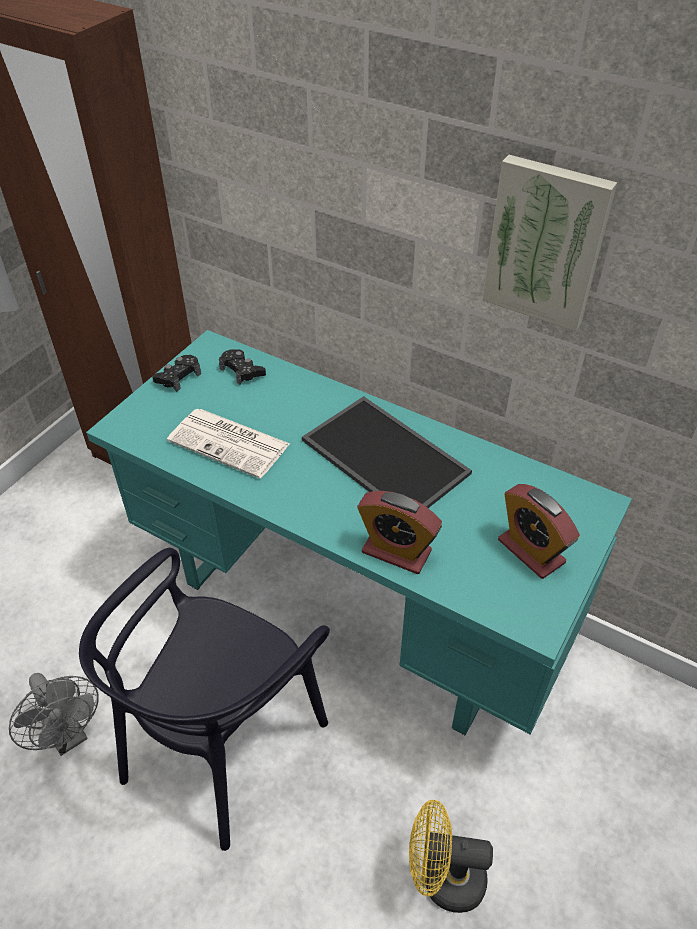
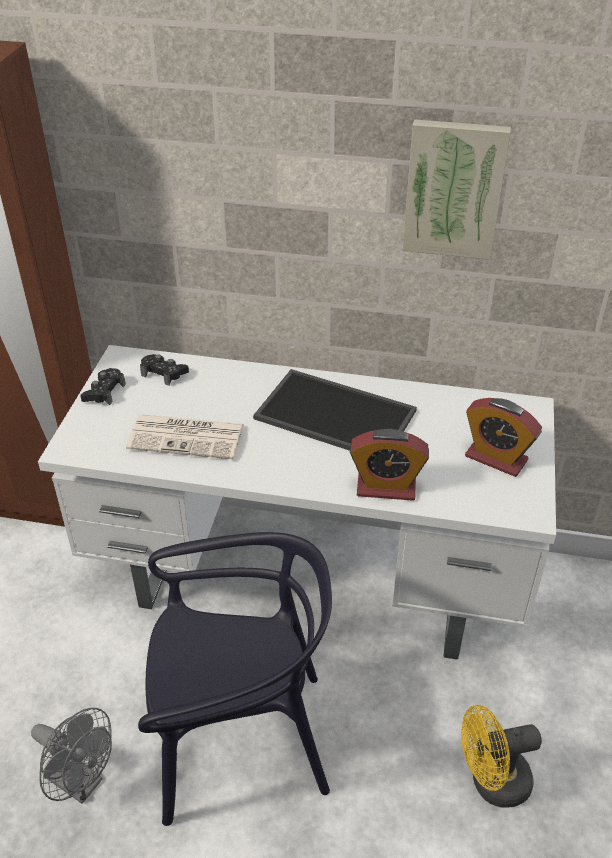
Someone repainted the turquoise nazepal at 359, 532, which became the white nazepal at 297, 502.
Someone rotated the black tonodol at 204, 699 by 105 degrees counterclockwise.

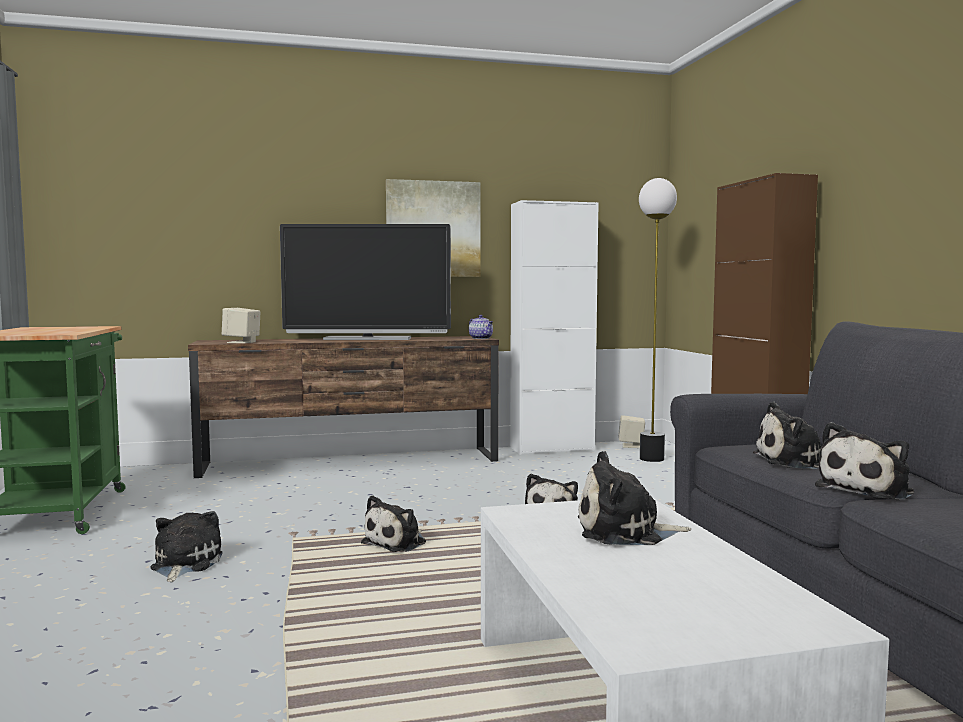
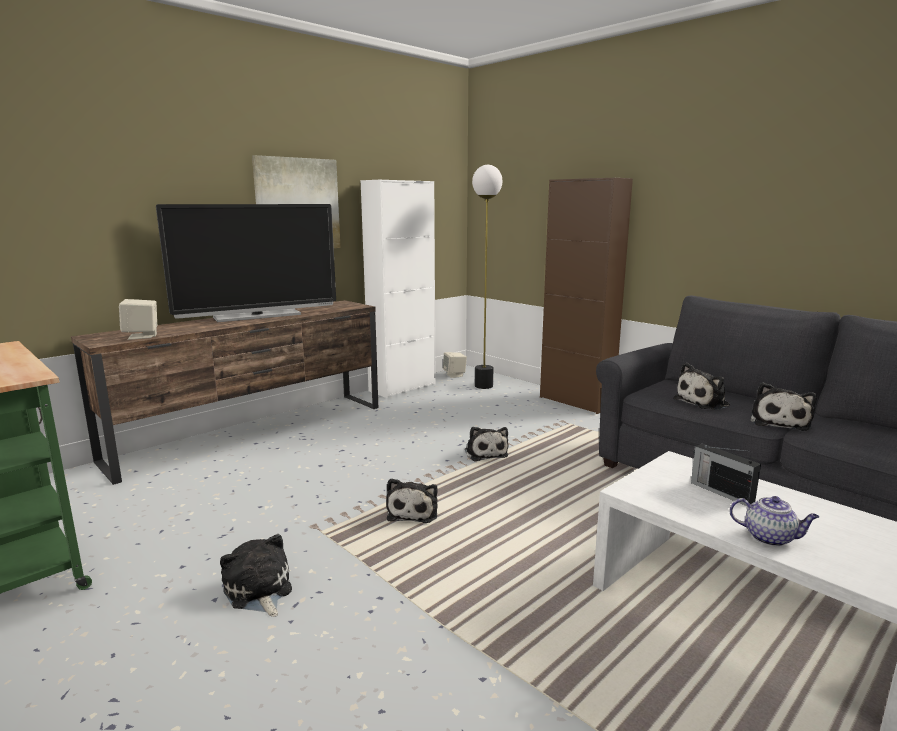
Someone carried the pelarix from 481, 327 to 774, 521.
Someone swapped the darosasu at 634, 498 for the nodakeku at 726, 474.

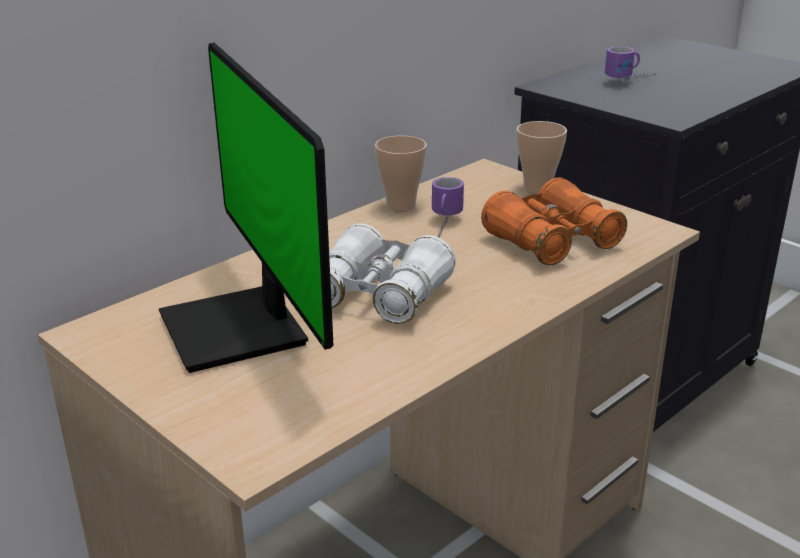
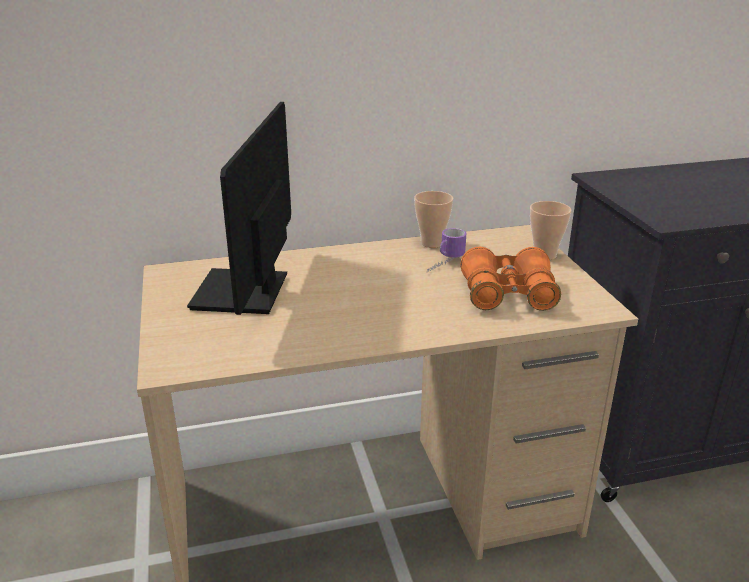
Someone took away the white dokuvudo at 392, 273.
Someone took away the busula at 630, 63.

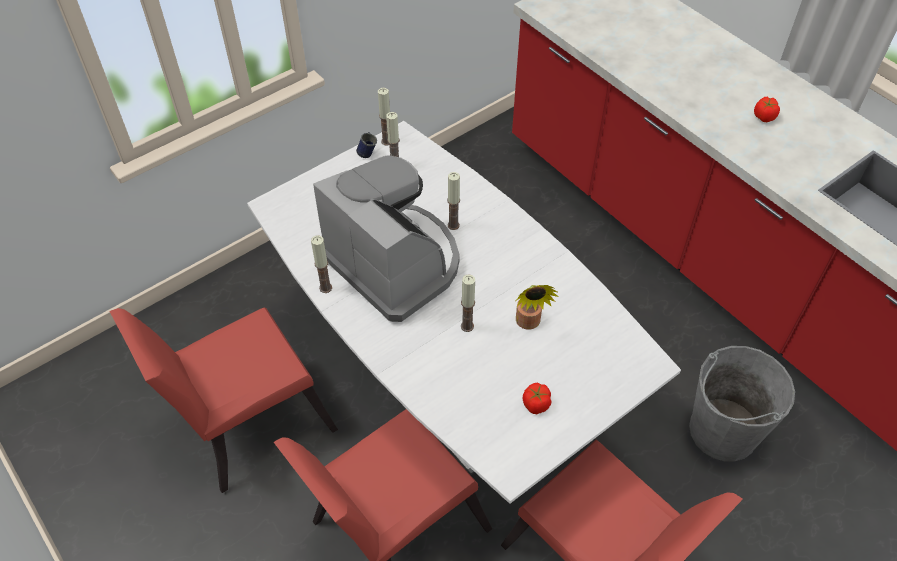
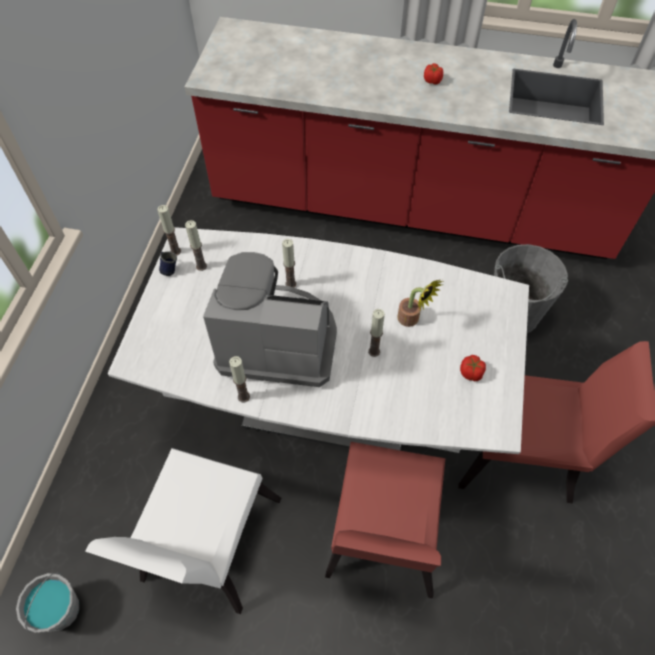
Someone put down the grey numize at 47, 602.
Someone repainted the red tonodol at 223, 400, which became the white tonodol at 183, 531.

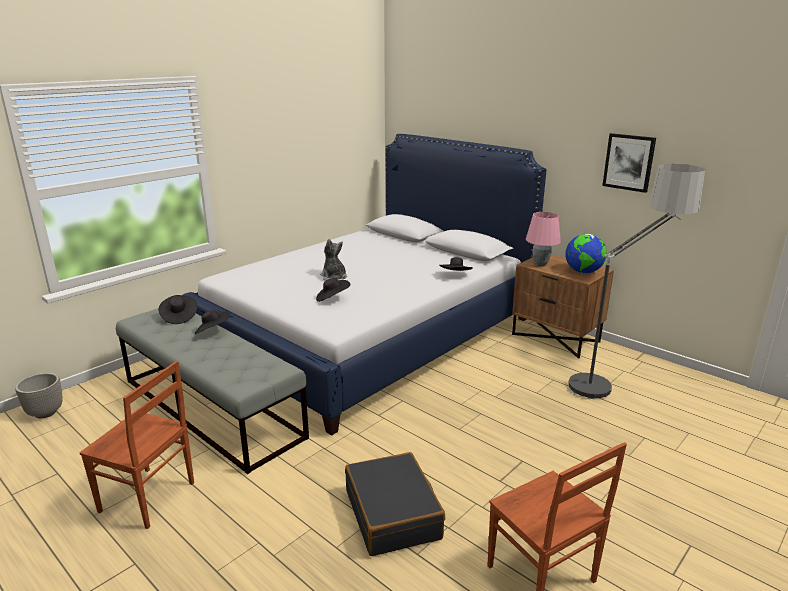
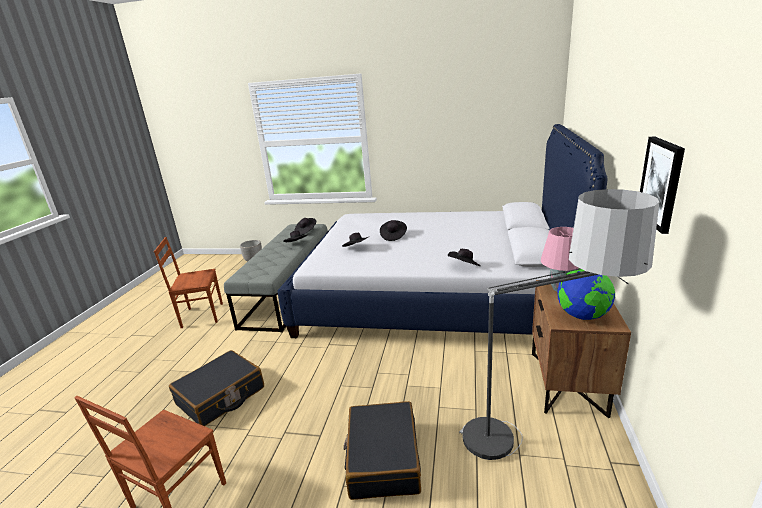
Someone put down the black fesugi at 382, 450.
Someone swapped the darosasu at 333, 260 for the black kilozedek at 393, 230.
Someone rotated the brown tonodol at 137, 445 by 90 degrees clockwise.

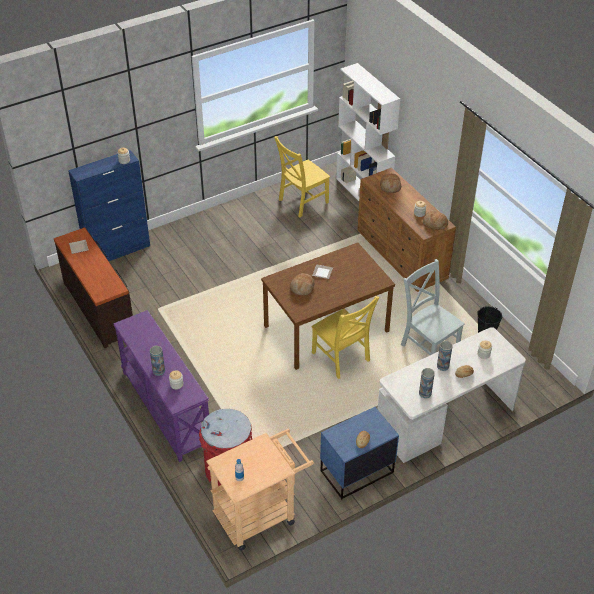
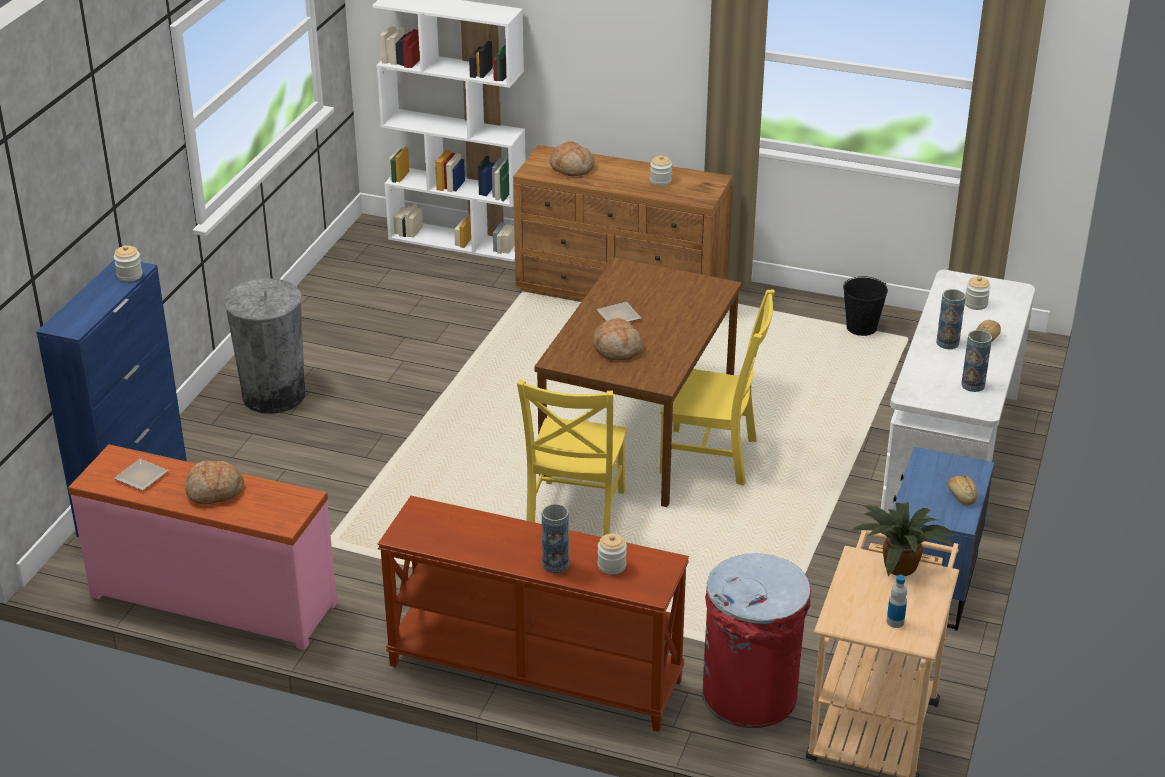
Someone took away the grey tonodol at 432, 307.
Someone put down the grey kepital at 264, 346.
Someone put down the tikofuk at 902, 538.
Someone carried the yellow tonodol from 302, 176 to 572, 458.
Someone carried the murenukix from 435, 220 to 214, 482.
Someone repainted the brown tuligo at 93, 287, which became the pink tuligo at 202, 547.
Someone repainted the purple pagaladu at 161, 386, which became the brown pagaladu at 533, 614.

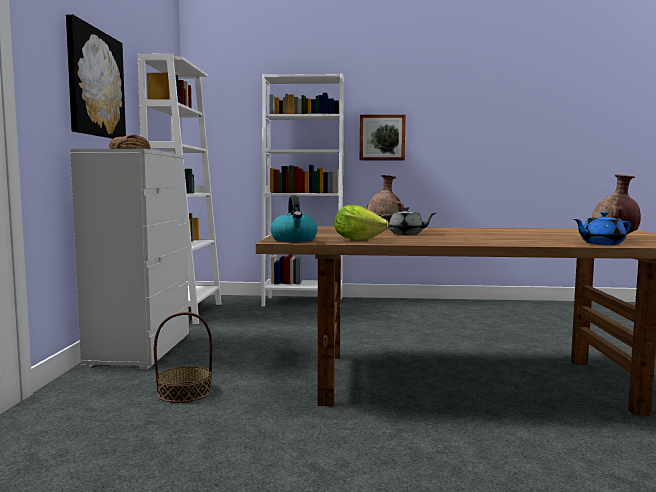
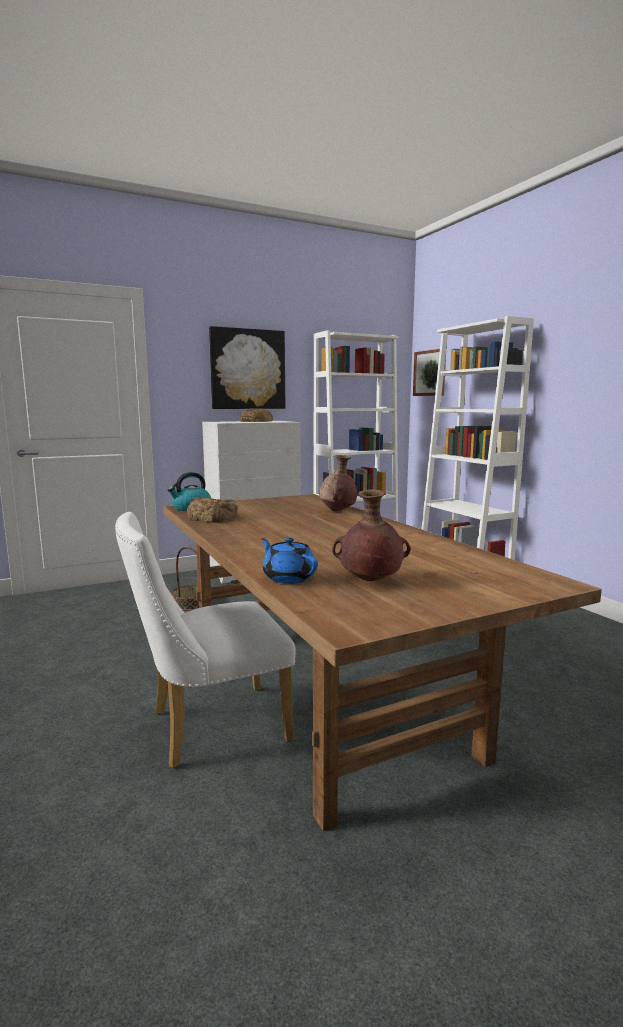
Someone took away the grey pelarix at 408, 221.
Someone put down the white tonodol at 205, 640.
Someone carried the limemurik from 383, 137 to 429, 372.
Someone swapped the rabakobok at 361, 223 for the murenukix at 212, 510.

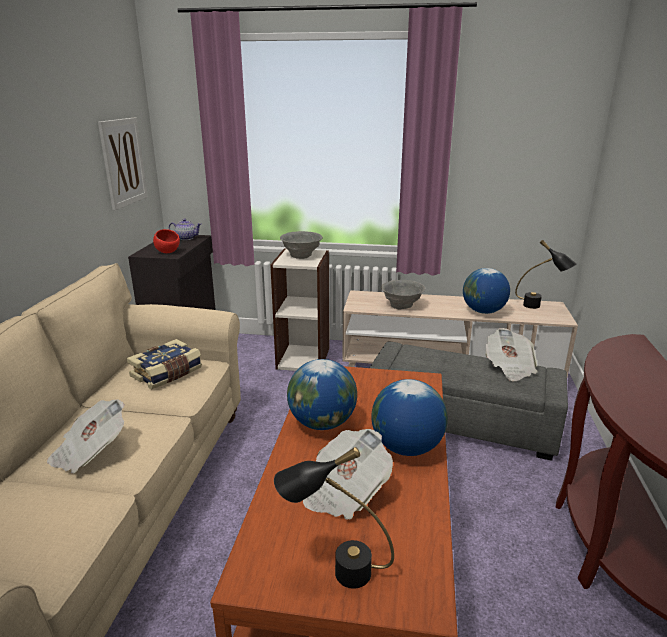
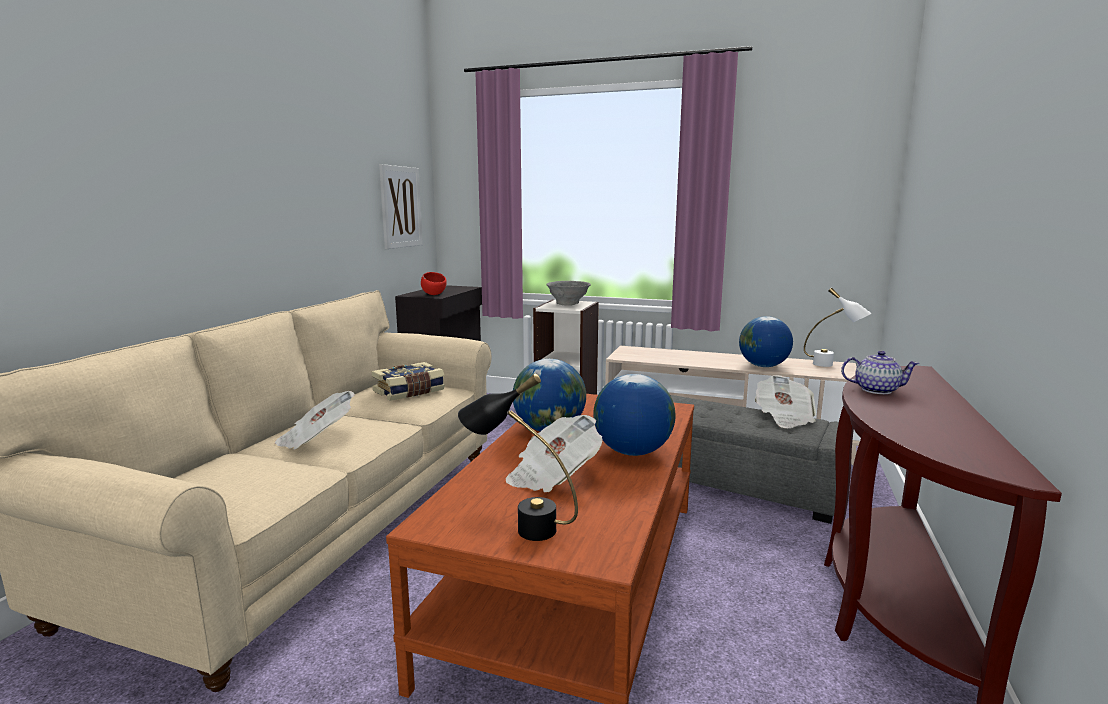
Someone took away the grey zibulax at 403, 294.
Someone carried the pelarix from 185, 229 to 880, 372.
Someone repainted the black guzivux at 545, 274, which became the white guzivux at 838, 327.

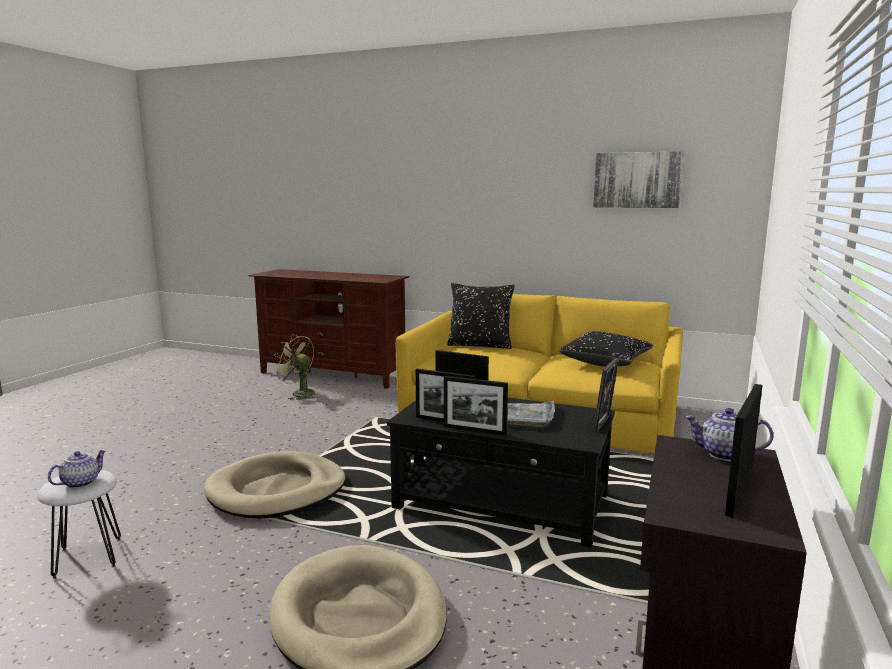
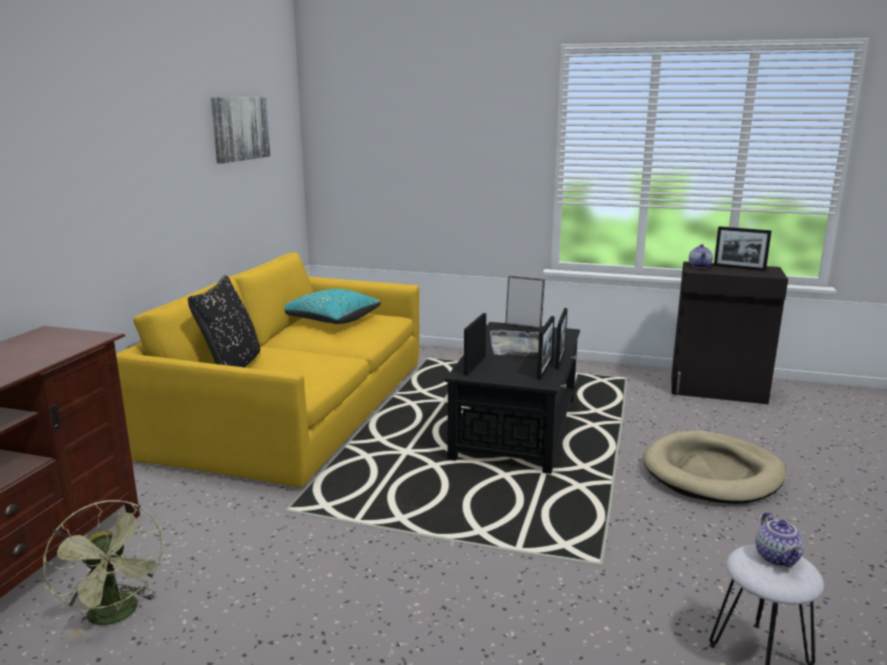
Someone took away the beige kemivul at 275, 485.
Someone repainted the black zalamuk at 606, 349, which became the turquoise zalamuk at 332, 306.
Someone rotated the pelarix at 77, 469 by 120 degrees counterclockwise.
Someone rotated the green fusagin at 294, 367 by 60 degrees counterclockwise.

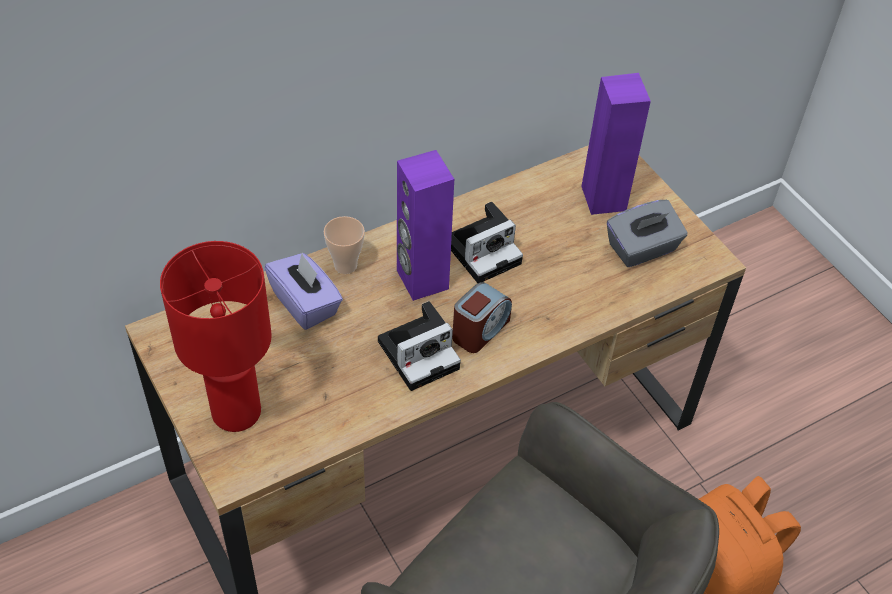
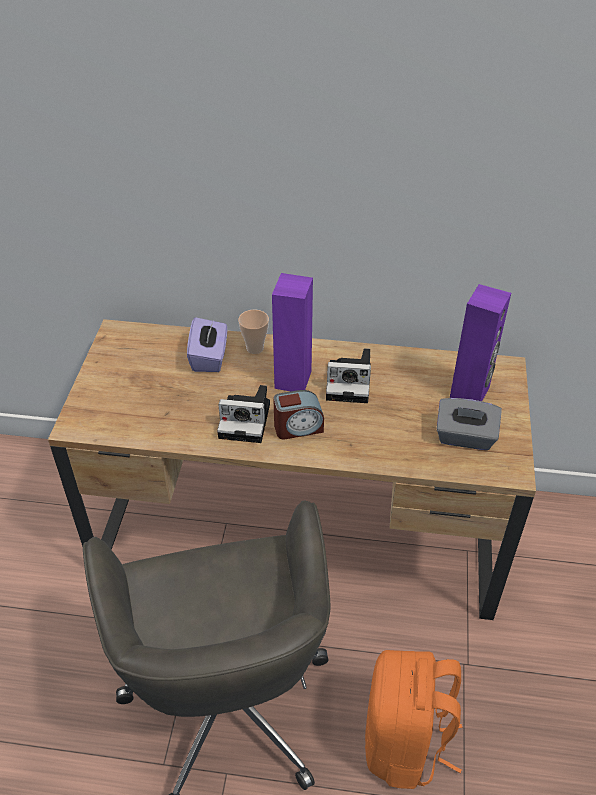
Someone took away the red guzivux at 216, 336.

